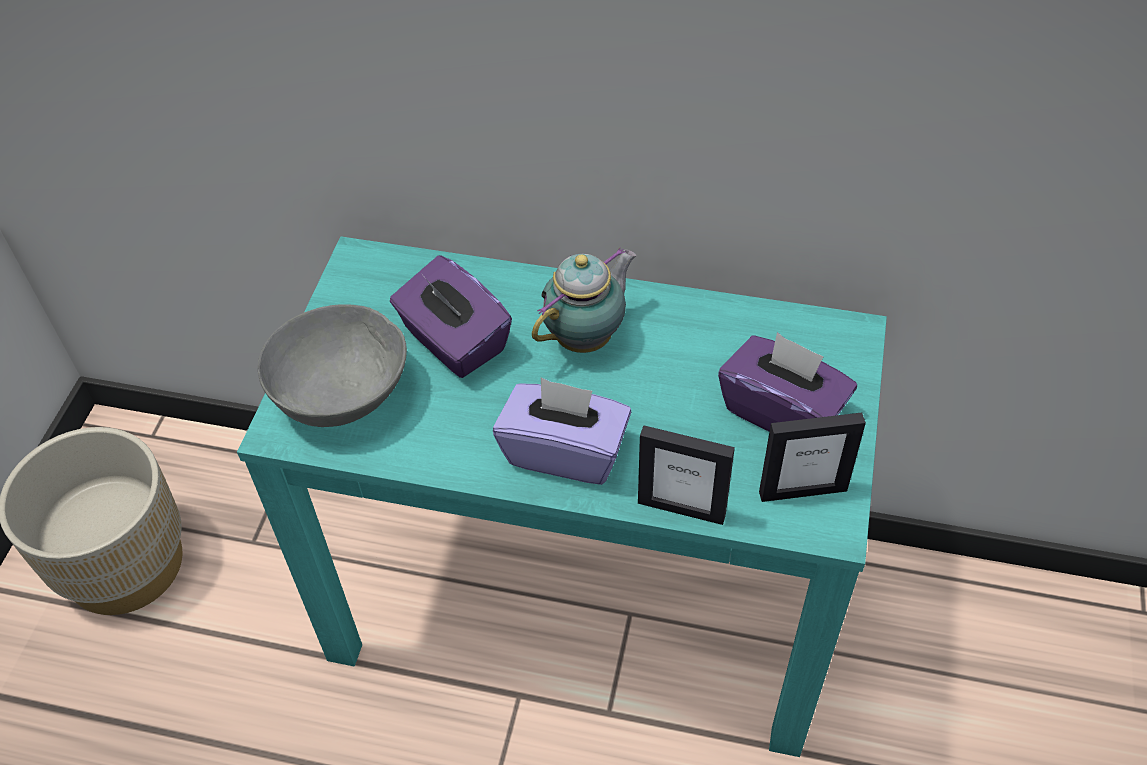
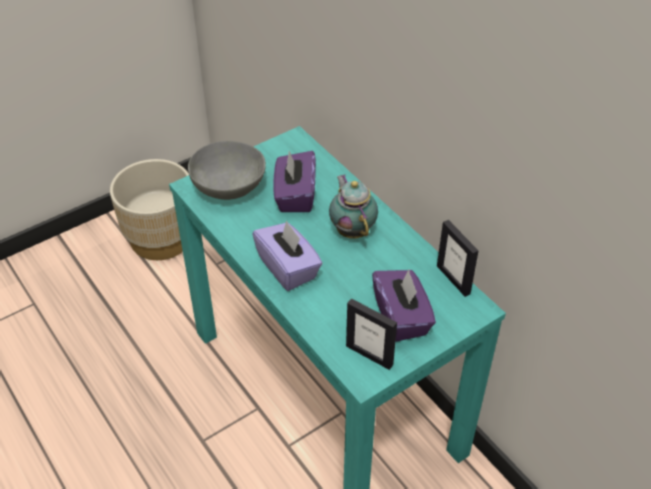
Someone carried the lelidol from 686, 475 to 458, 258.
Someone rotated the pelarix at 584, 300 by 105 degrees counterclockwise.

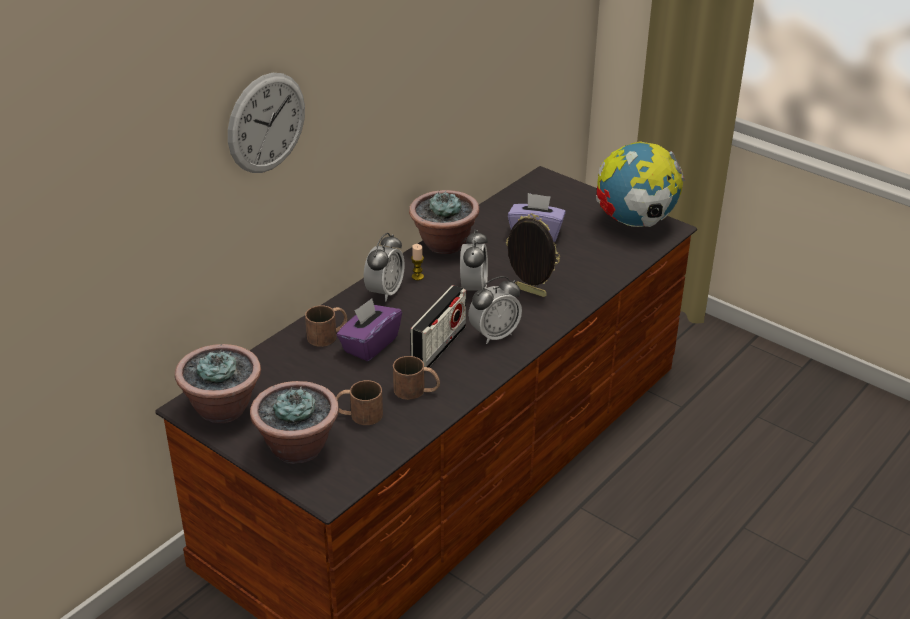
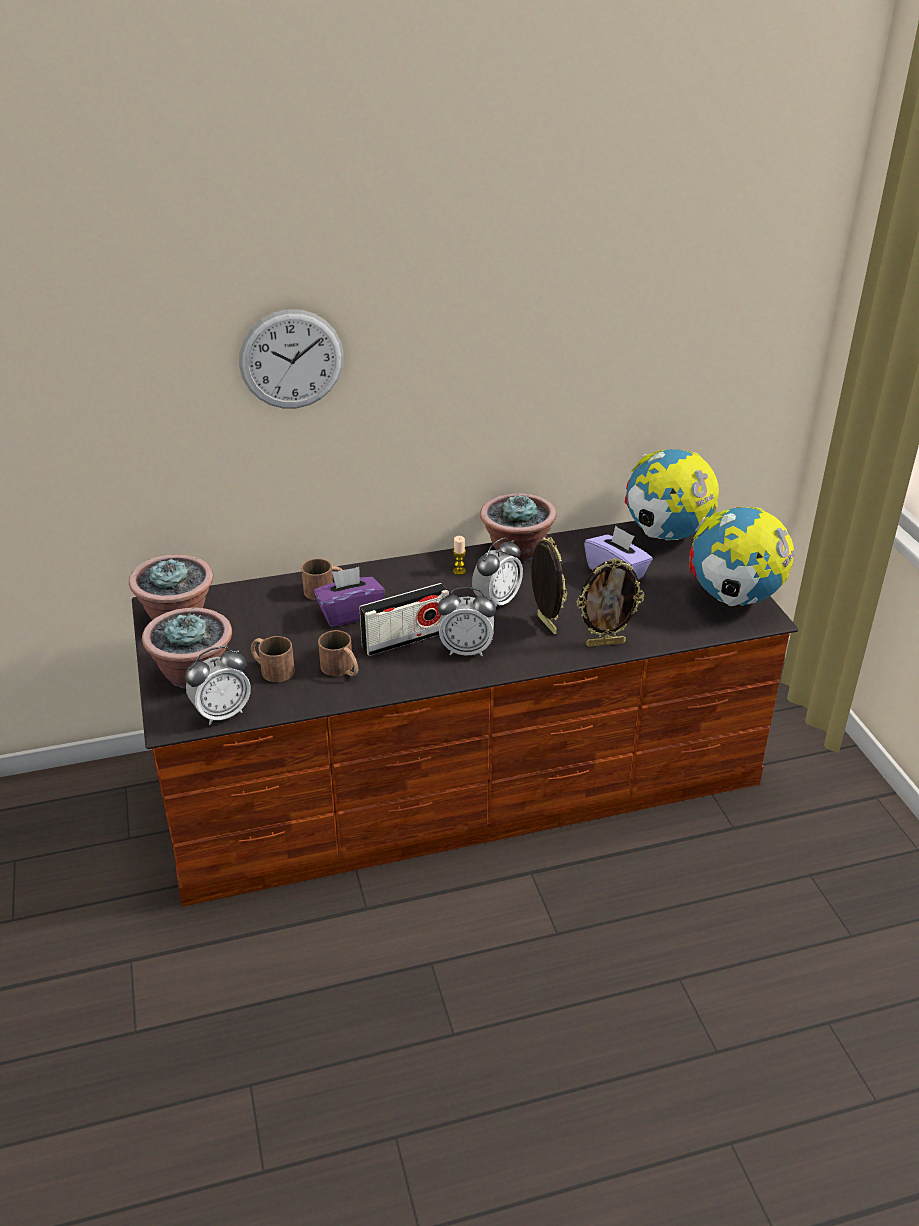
Someone put down the lelidol at 610, 602.
Someone put down the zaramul at 672, 494.
Someone carried the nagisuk from 384, 267 to 218, 685.

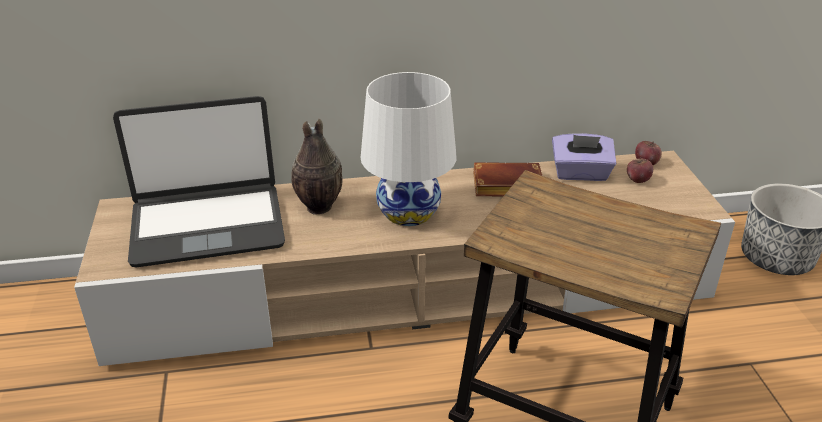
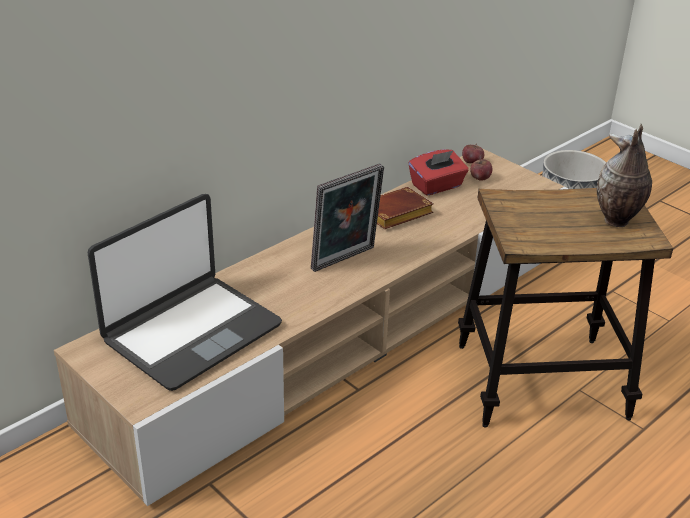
Someone carried the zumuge from 317, 166 to 624, 175.
Someone swapped the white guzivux at 408, 149 for the lelidol at 347, 218.
Someone repainted the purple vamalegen at 584, 157, which became the red vamalegen at 439, 172.

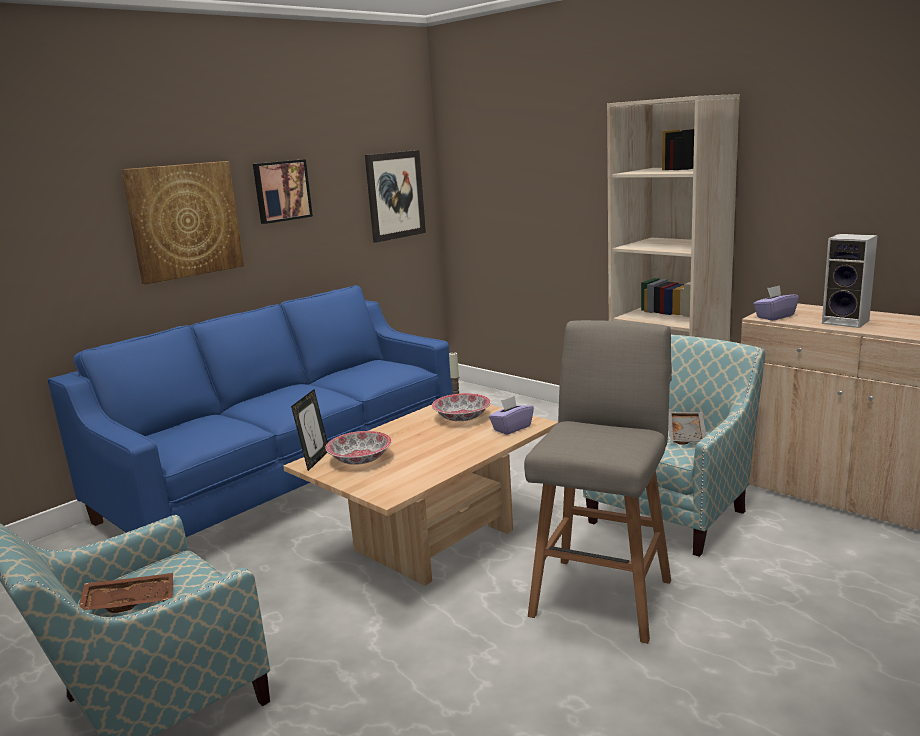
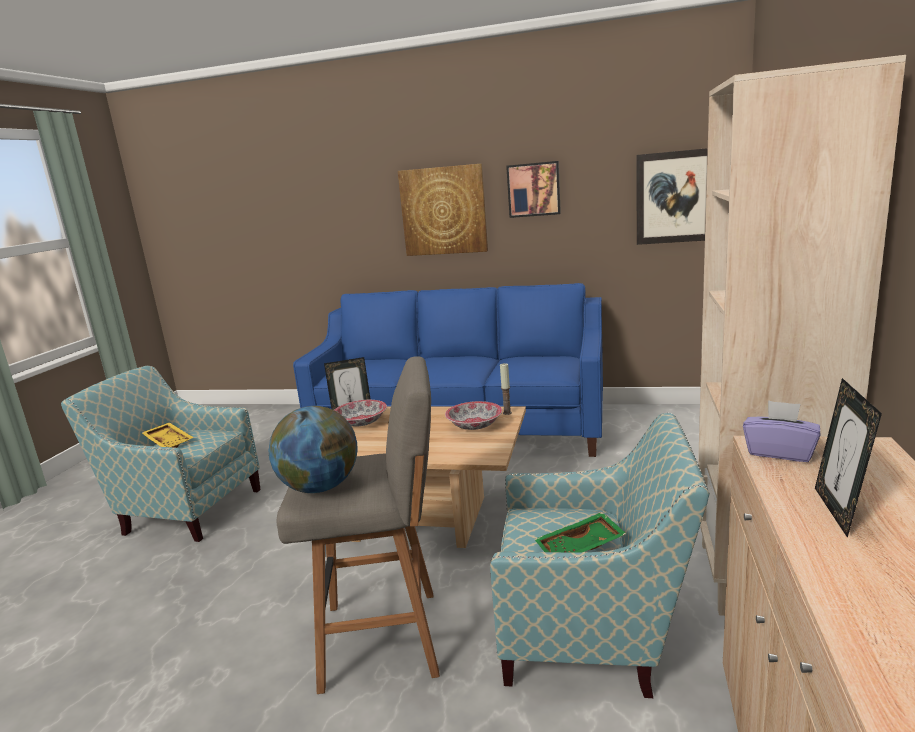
Someone took away the purple vamalegen at 511, 415.
Someone put down the zaramul at 313, 449.
Someone swapped the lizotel at 850, 281 for the lelidol at 848, 458.
Someone repainted the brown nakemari at 126, 593, which became the yellow nakemari at 168, 435.
Someone repainted the grey nakemari at 687, 428, which became the green nakemari at 580, 532.

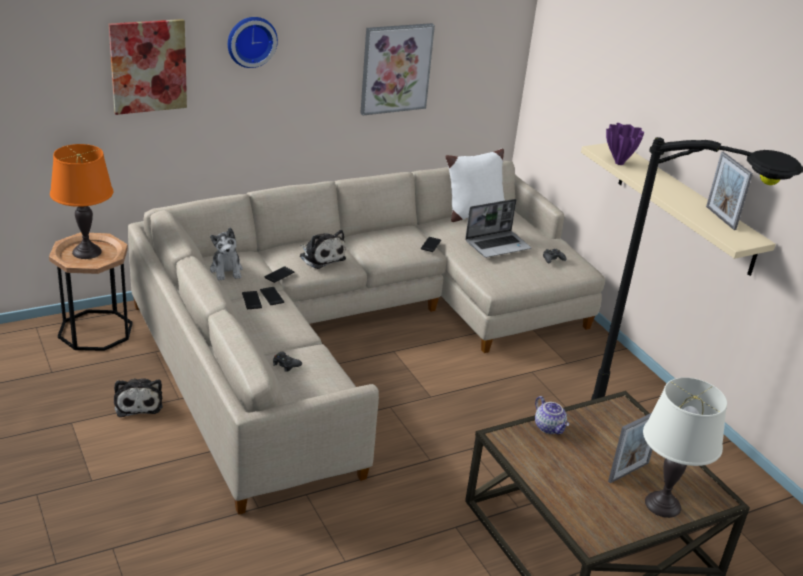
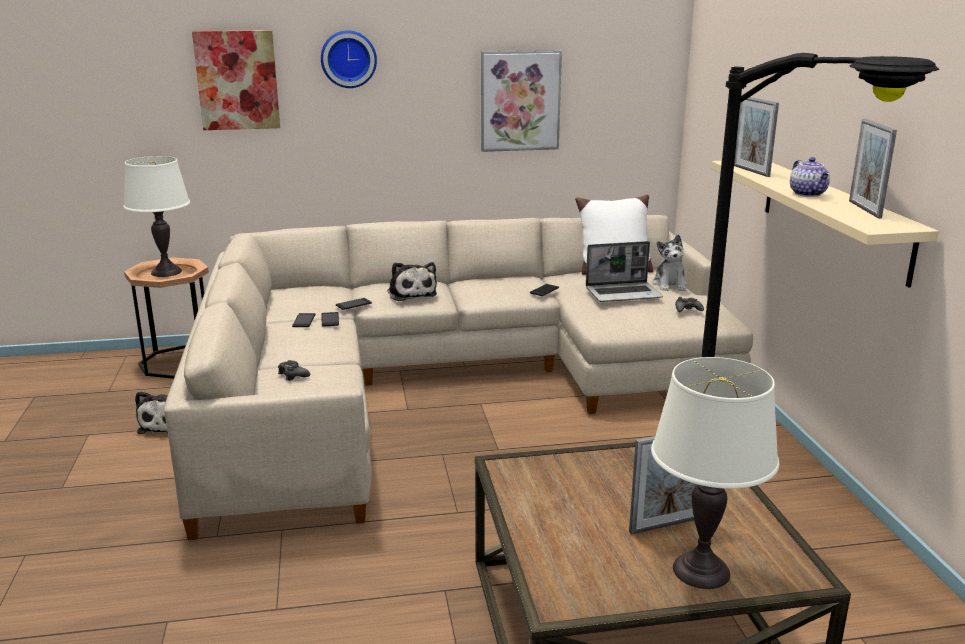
Someone carried the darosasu from 226, 253 to 669, 262.
Someone carried the pelarix from 552, 415 to 810, 177.
Someone swapped the purple zumuge at 625, 144 for the lelidol at 756, 137.
Someone repainted the orange guzivux at 81, 201, which became the white guzivux at 156, 216.

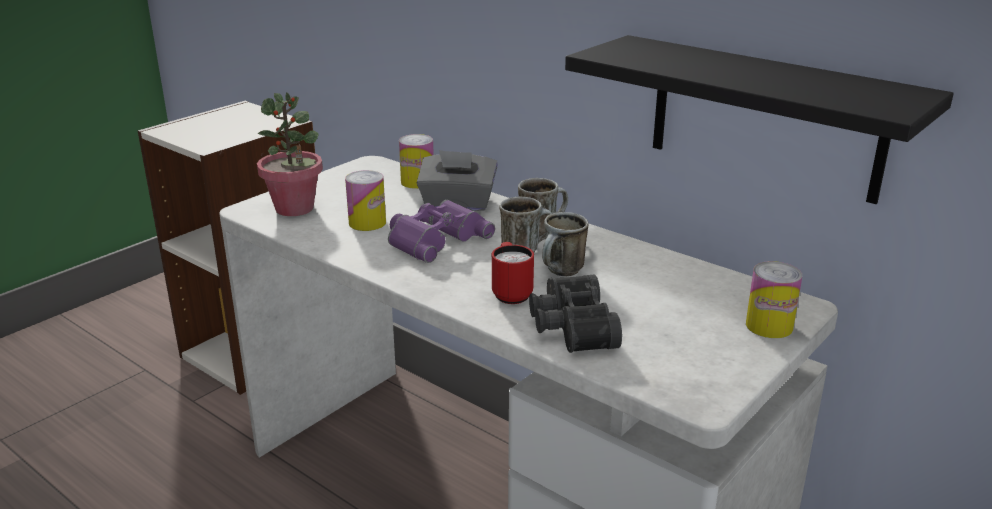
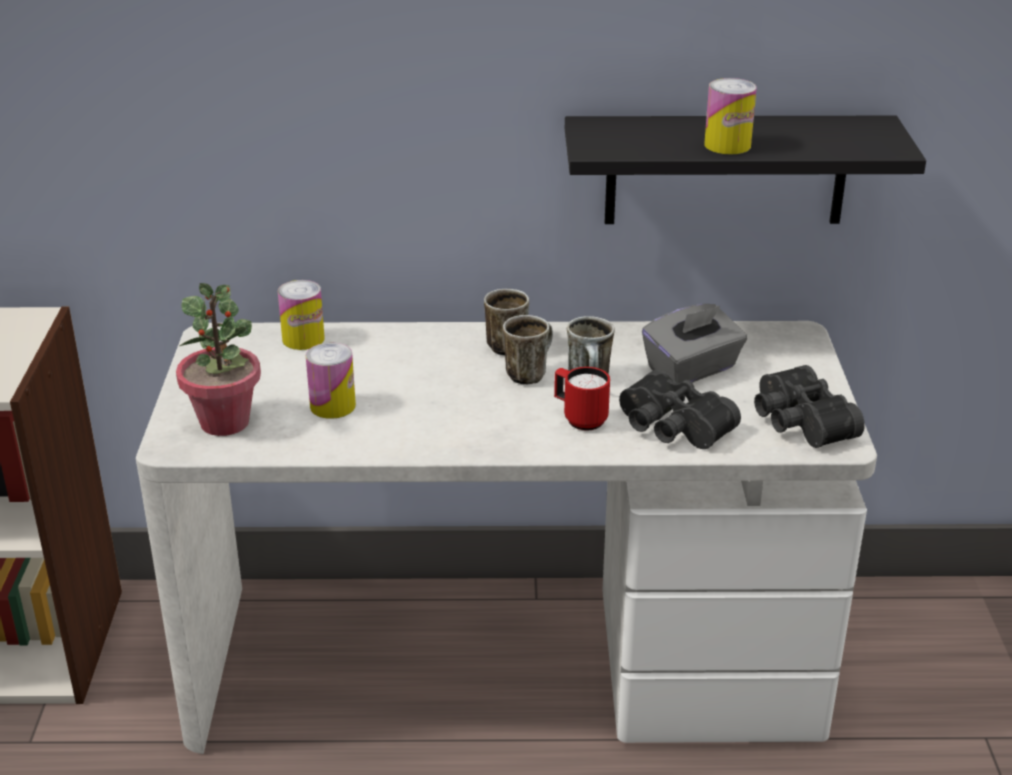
Someone took away the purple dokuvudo at 441, 231.
Someone put down the black dokuvudo at 809, 406.
Someone carried the grey vamalegen from 457, 180 to 694, 343.
Someone carried the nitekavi from 774, 299 to 730, 116.

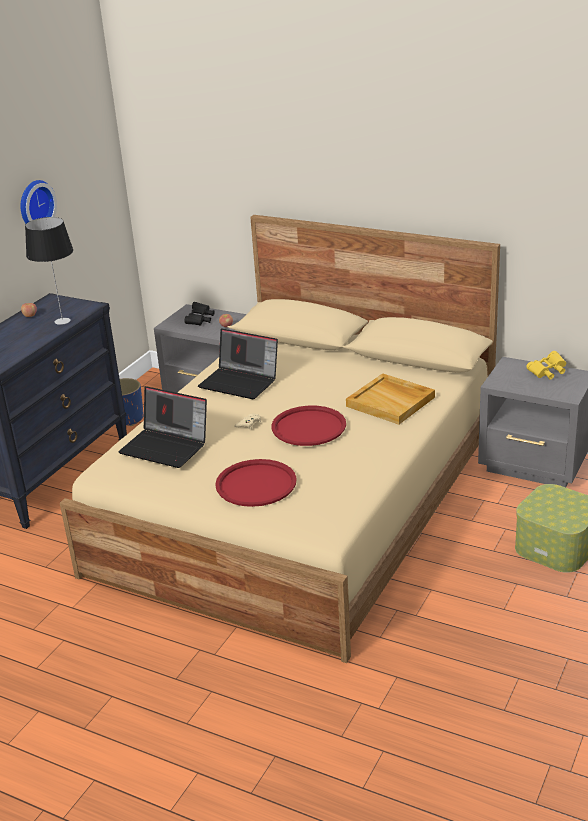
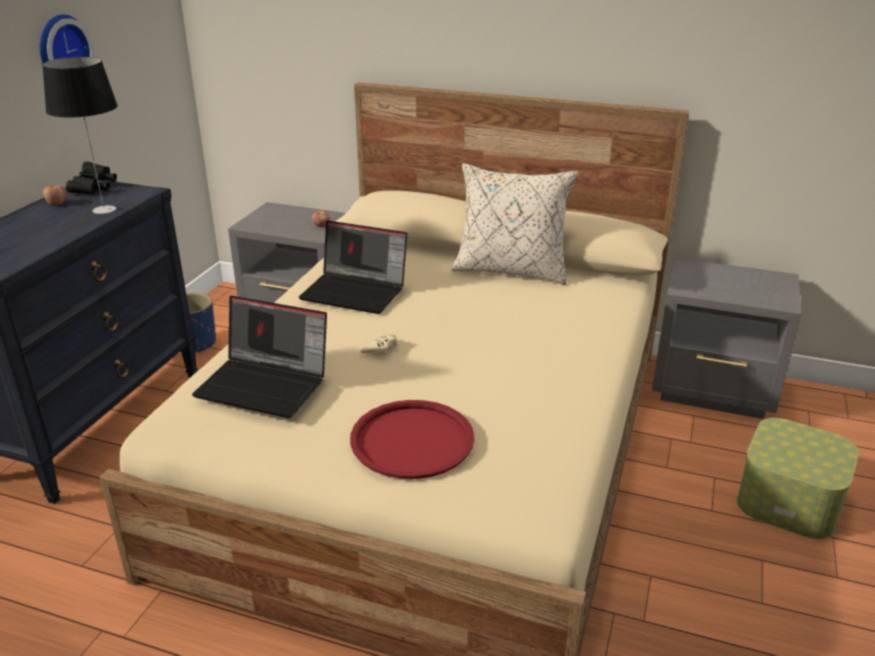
Someone took away the red nakemari at 309, 426.
Someone took away the beige nakemari at 390, 399.
Someone took away the yellow dokuvudo at 546, 365.
Someone put down the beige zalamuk at 514, 224.
Someone carried the black dokuvudo from 199, 314 to 91, 178.

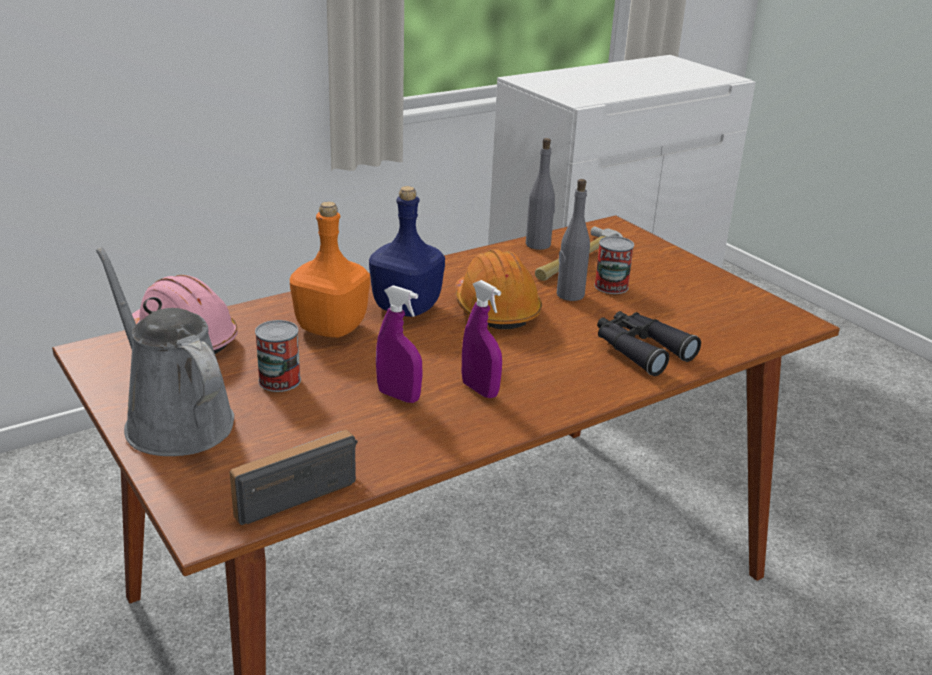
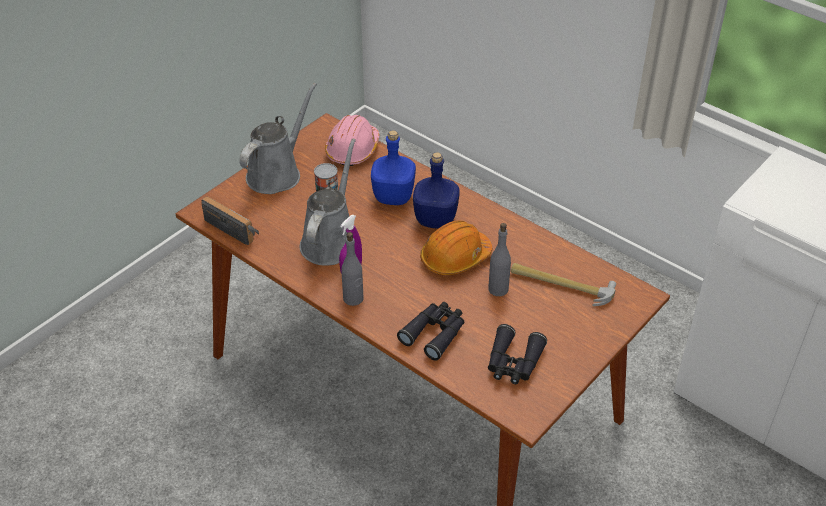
Someone took away the nitekavi at 614, 265.
Someone put down the black dokuvudo at 517, 354.
Someone carried the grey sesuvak from 540, 194 to 352, 269.
Someone swapped the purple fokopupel at 399, 344 for the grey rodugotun at 328, 202.
Someone repainted the orange sesuvak at 330, 270, which became the blue sesuvak at 393, 167.

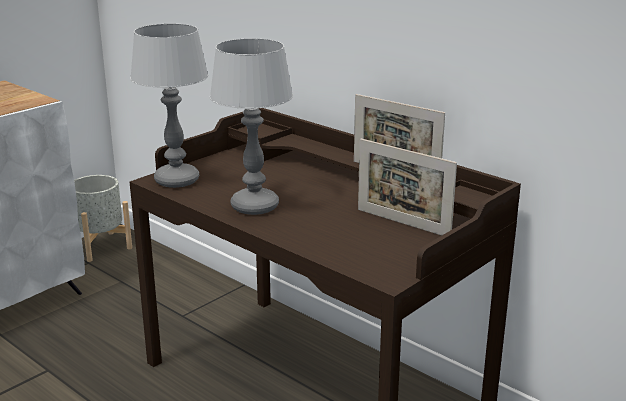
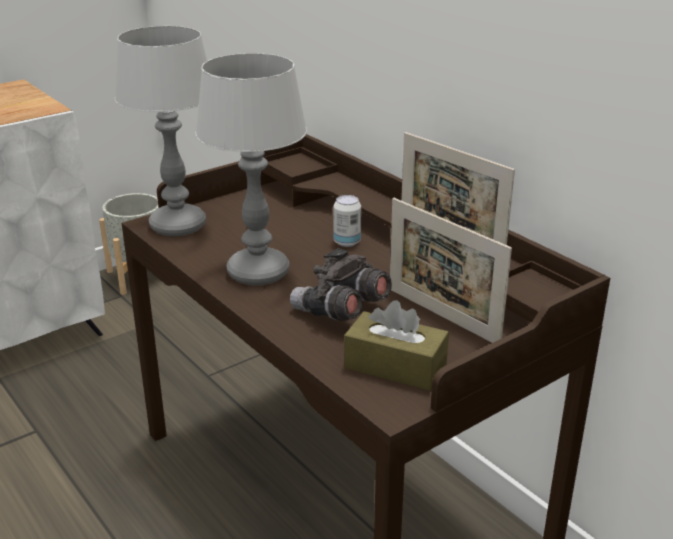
Someone put down the grey dokuvudo at 341, 284.
Someone put down the nitekavi at 347, 221.
Someone put down the brown vamalegen at 396, 345.

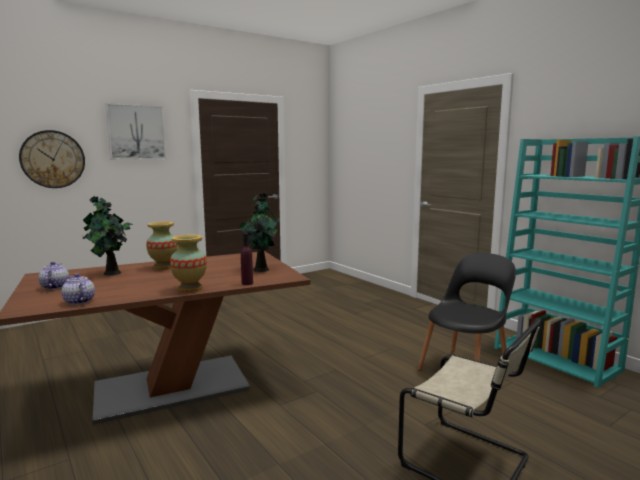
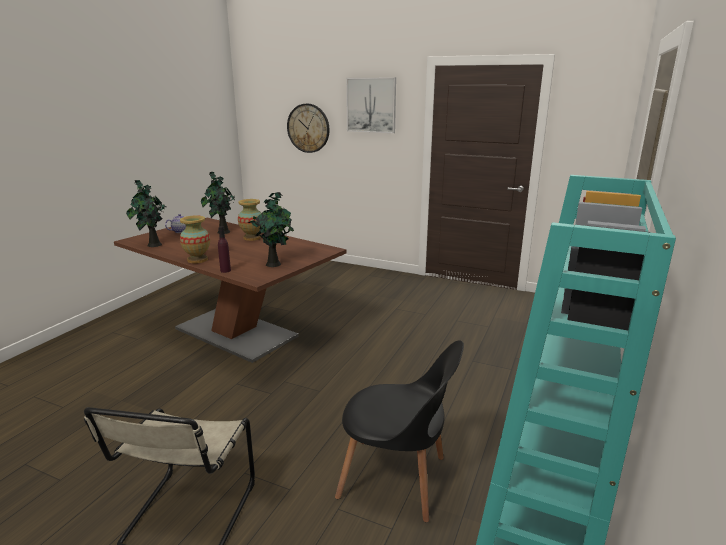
Someone swapped the pelarix at 78, 289 for the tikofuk at 146, 213.

